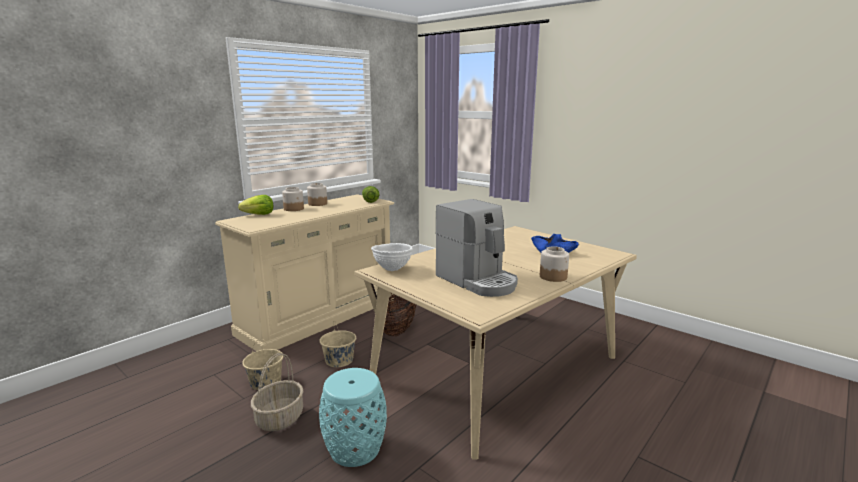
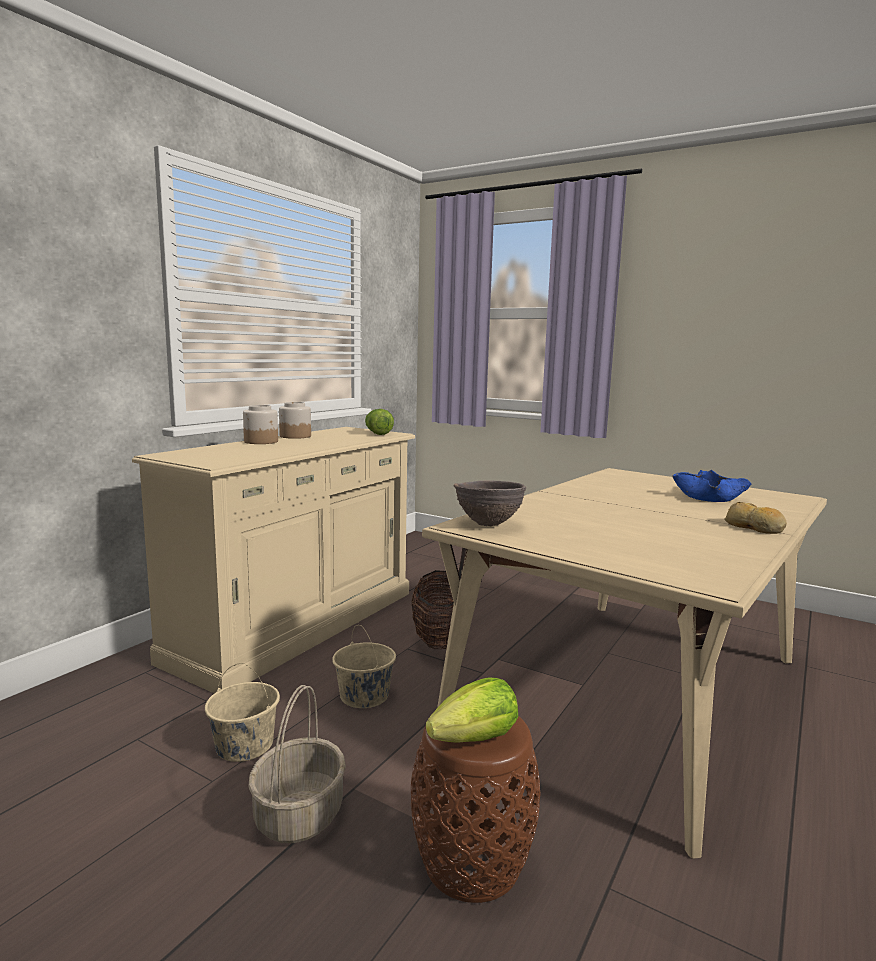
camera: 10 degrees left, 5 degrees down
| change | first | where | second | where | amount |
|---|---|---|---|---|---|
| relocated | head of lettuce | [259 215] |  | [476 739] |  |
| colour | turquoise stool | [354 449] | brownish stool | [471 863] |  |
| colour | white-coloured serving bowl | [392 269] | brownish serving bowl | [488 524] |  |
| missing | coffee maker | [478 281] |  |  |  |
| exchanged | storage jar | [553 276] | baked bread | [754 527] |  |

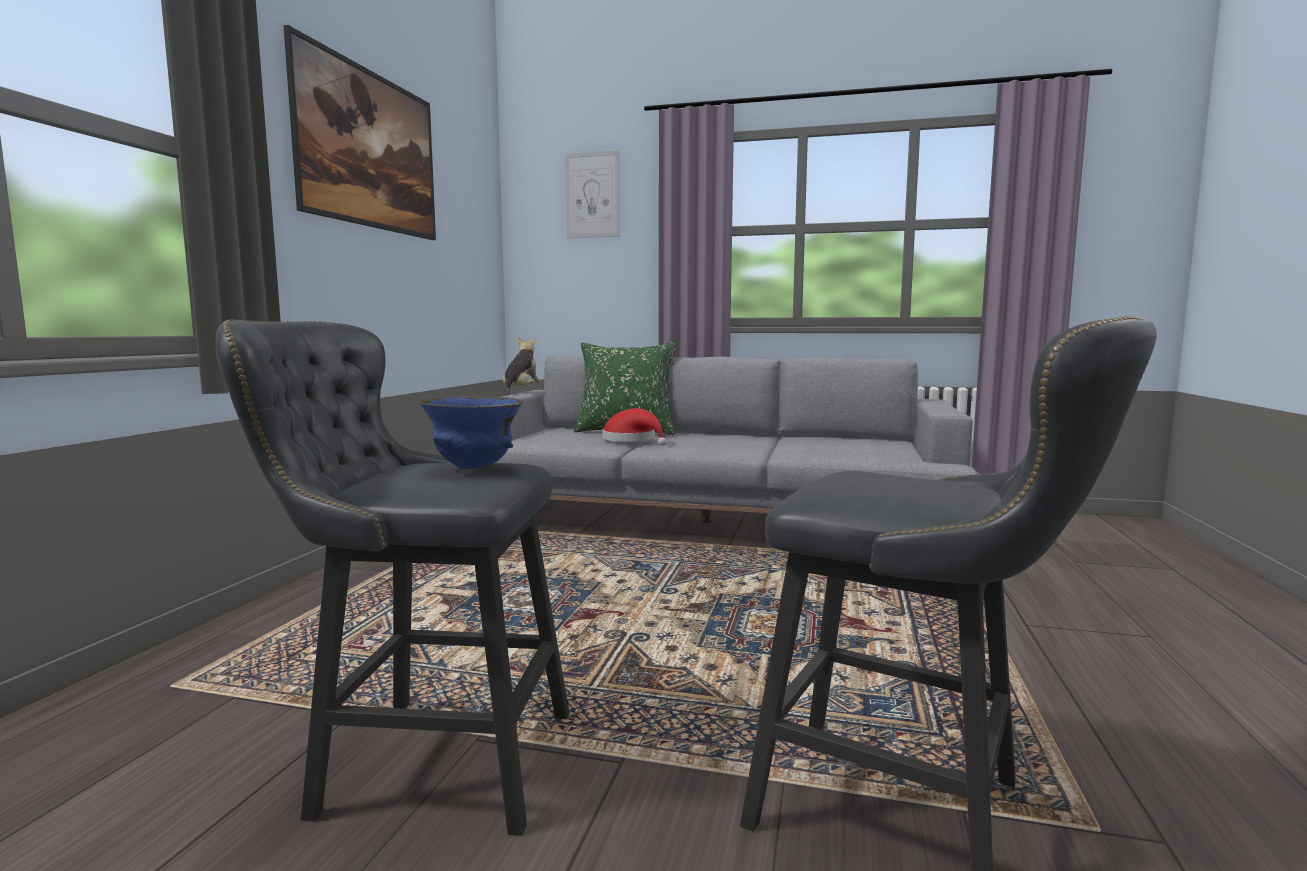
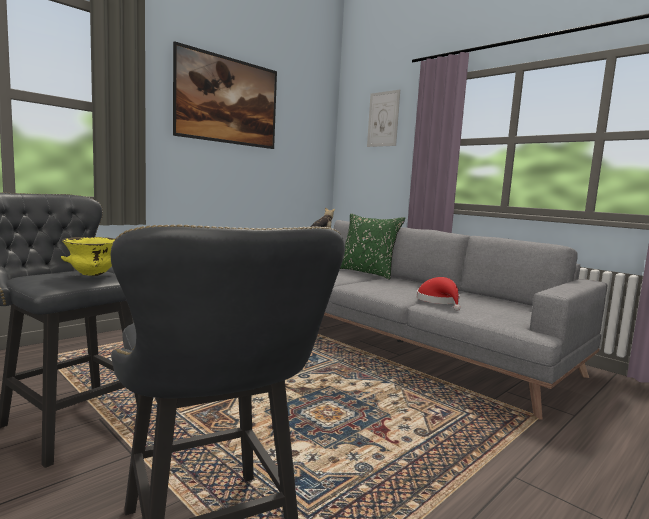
camera: 30 degrees right, 0 degrees up
| change | first | where | second | where | amount |
|---|---|---|---|---|---|
| colour | bluish serving bowl | [474 468] | yellow serving bowl | [92 275] |  |
| relocated | red-coloured hat | [632 440] |  | [439 301] |  |

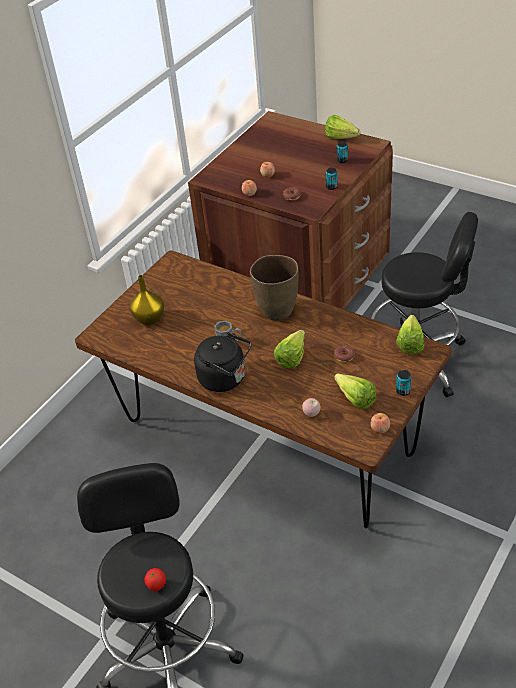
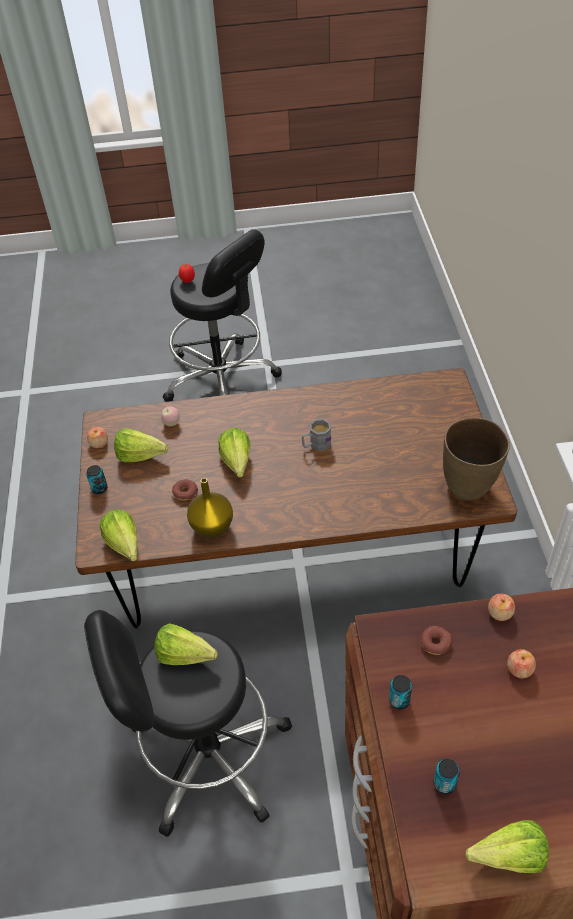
camera: 140 degrees right, 5 degrees up
| change | first | where | second | where | amount |
|---|---|---|---|---|---|
| relocated | yellow flower vase | [149 319] |  | [212 526] |  |
| missing | black-coloured water kettle | [225 379] |  |  |  |
| relocated | brownish flower vase | [277 311] |  | [468 487] |  |
| appeared |  |  | head of lettuce | [189 658] |  |

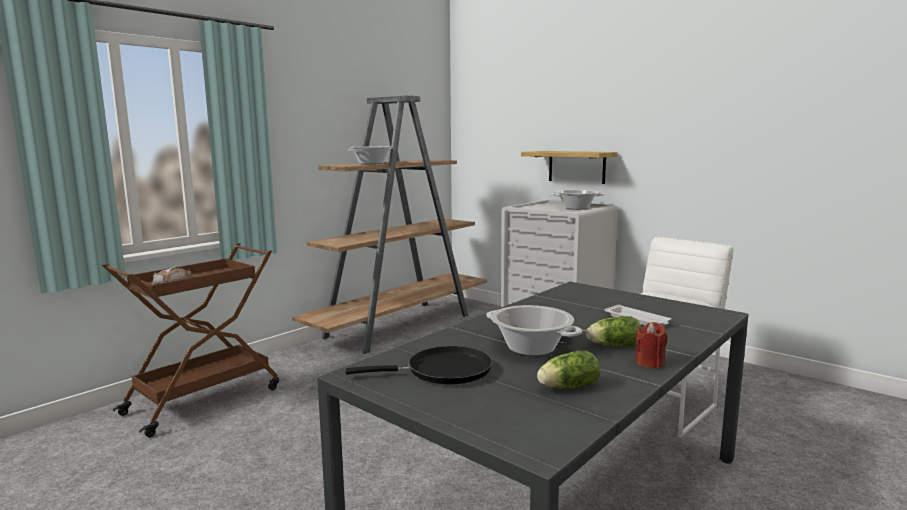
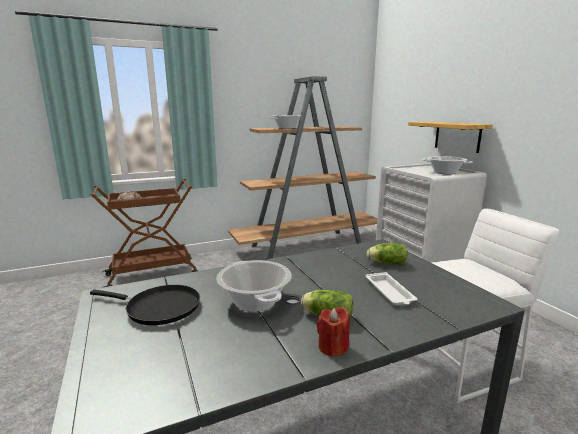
camera: 25 degrees right, 5 degrees up
| change | first | where | second | where | amount |
|---|---|---|---|---|---|
| relocated | head of lettuce | [566 387] |  | [385 263] |  |

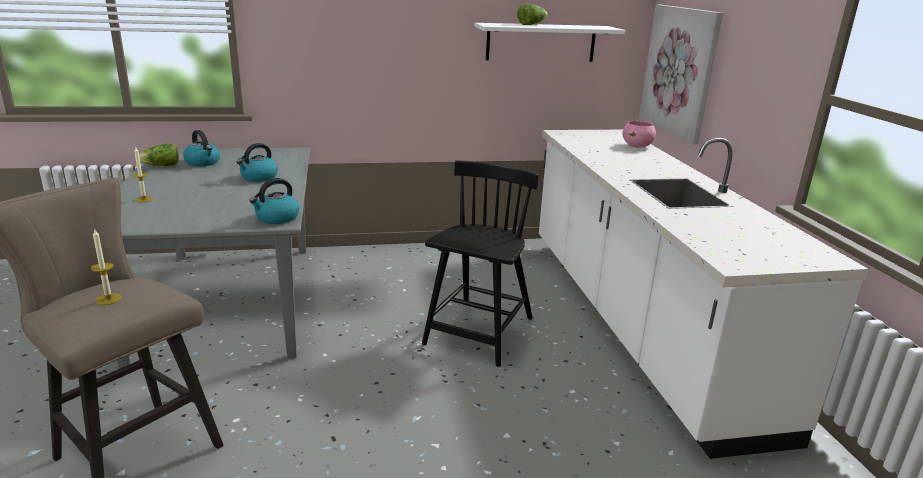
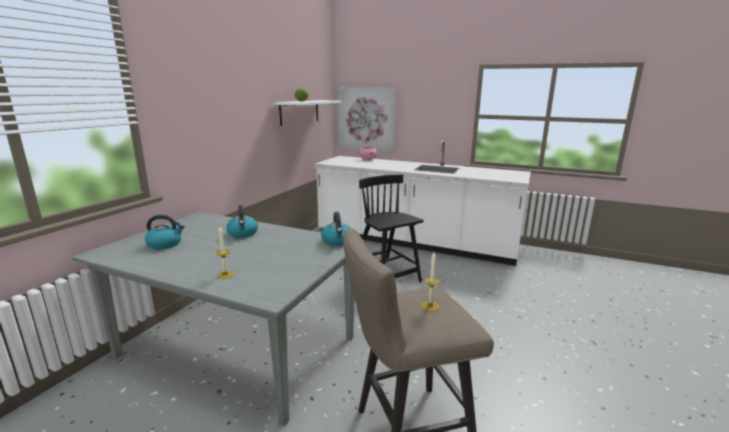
camera: 55 degrees left, 5 degrees down
| change | first | where | second | where | amount |
|---|---|---|---|---|---|
| missing | head of lettuce | [161 166] |  |  |  |

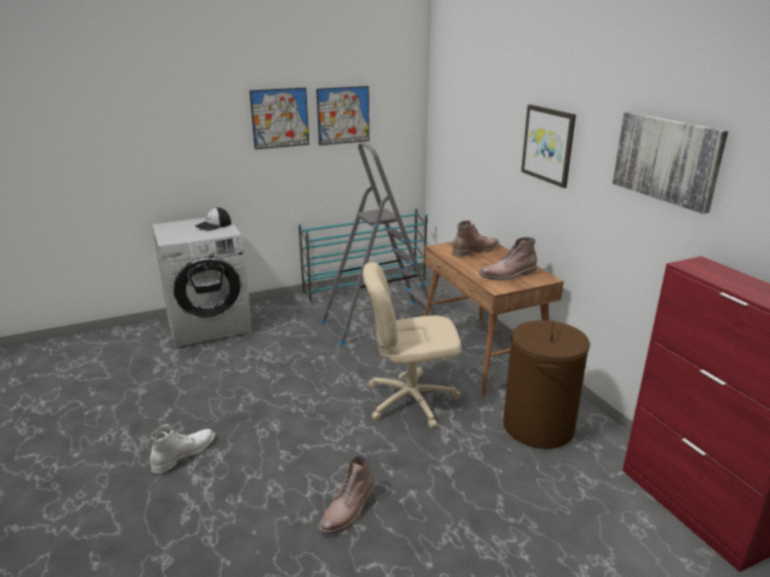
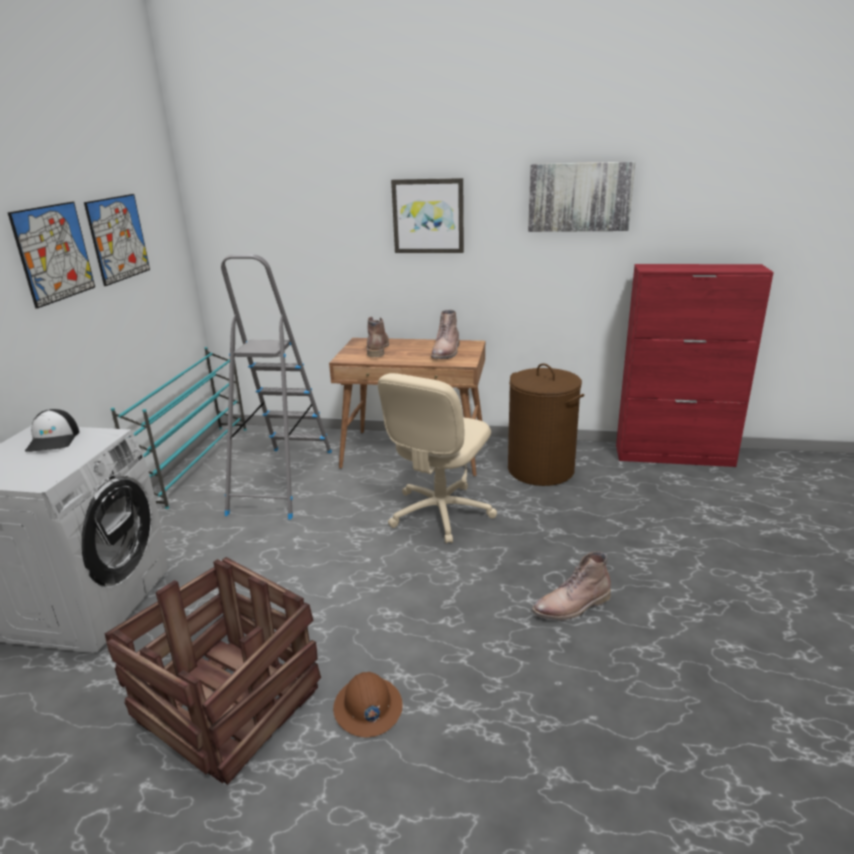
camera: 55 degrees left, 0 degrees up
| change | first | where | second | where | amount |
|---|---|---|---|---|---|
| exchanged | white-coloured high-top boot | [184 453] | brownish safety helmet | [367 708] |  |
| spun | brownish high-top boot | [348 511] |  | [572 606] | 90 degrees clockwise |
| appeared |  |  | shipping crate | [227 704] |  |

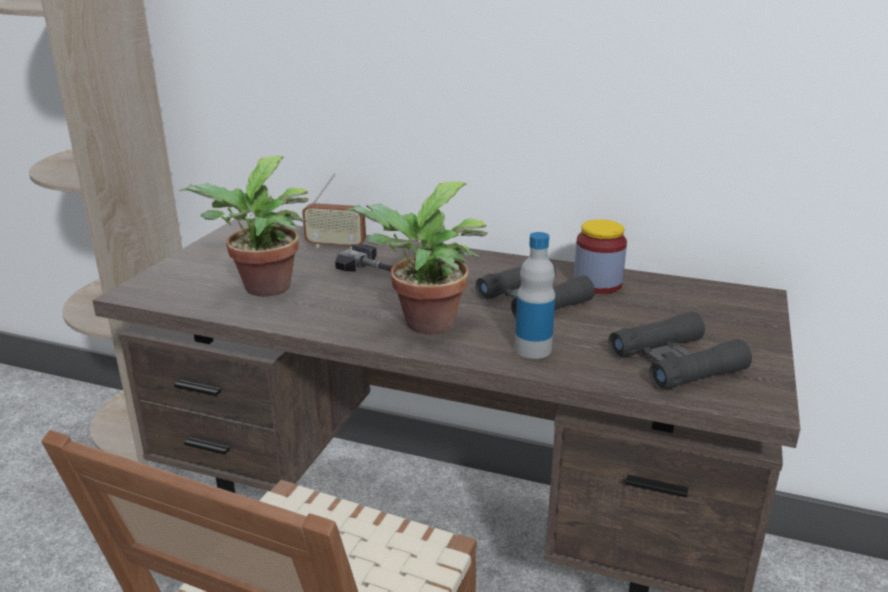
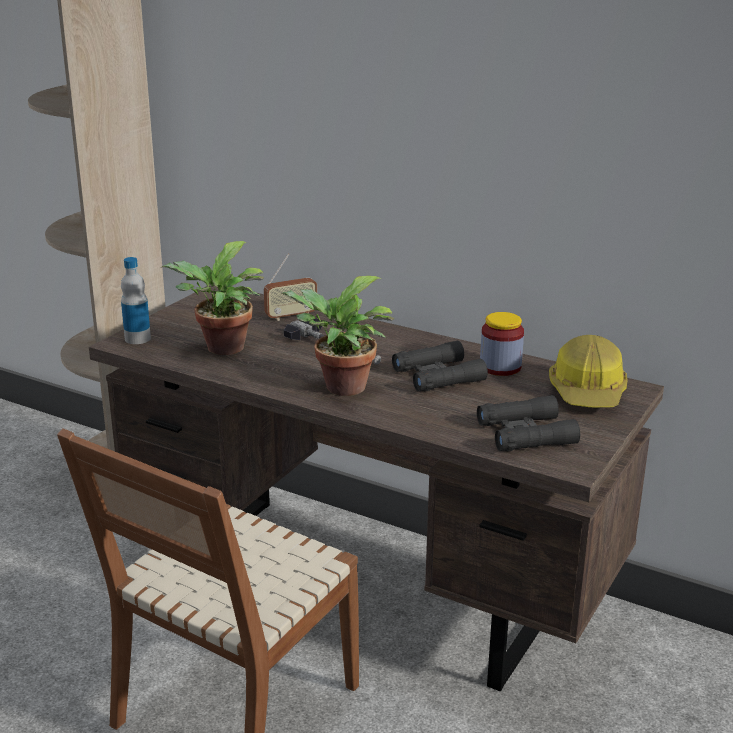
camera: 10 degrees right, 0 degrees up
| change | first | where | second | where | amount |
|---|---|---|---|---|---|
| spun | radio receiver | [336 246] |  | [291 316] | 45 degrees counterclockwise |
| relocated | bottle | [533 349] |  | [137 339] |  |
| appeared |  |  | safety helmet | [588 392] |  |

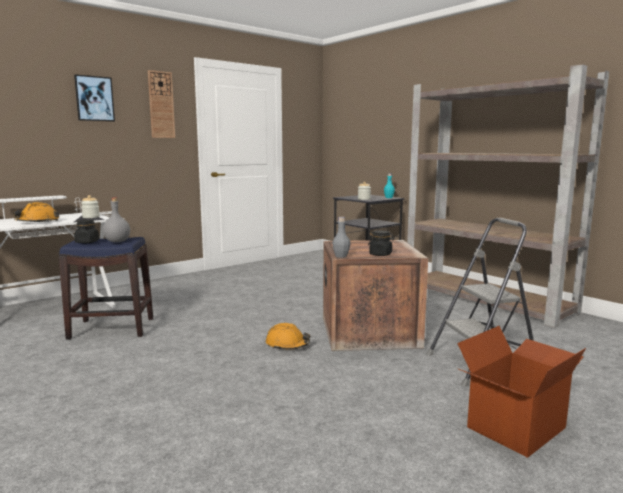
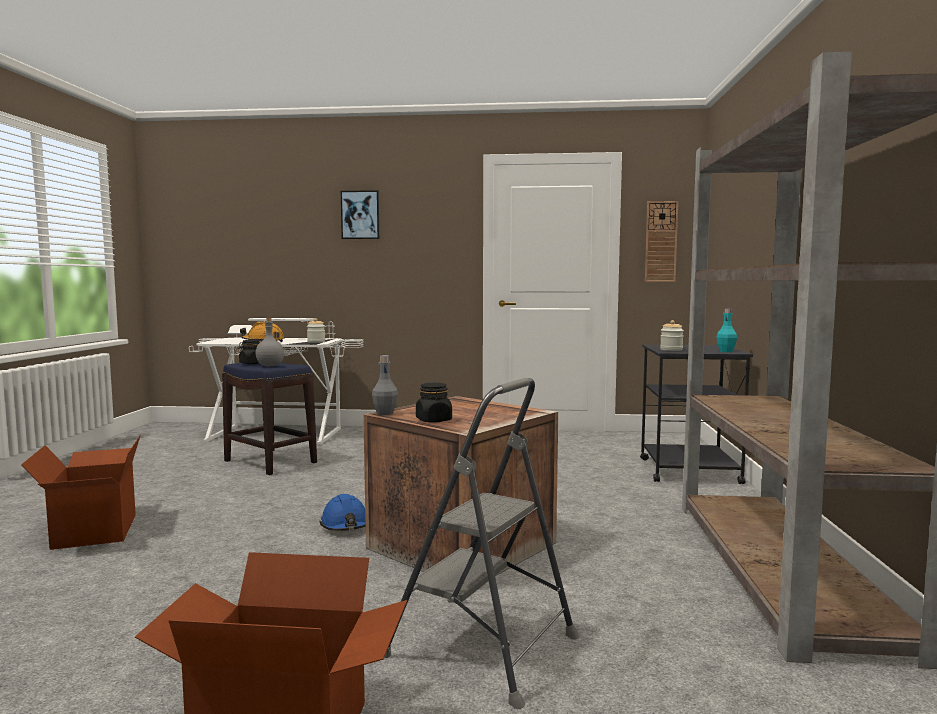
camera: 45 degrees right, 5 degrees down
| change | first | where | second | where | amount |
|---|---|---|---|---|---|
| relocated | hanging clock | [161 105] |  | [661 241] |  |
| colour | orange safety helmet | [287 345] | bluish safety helmet | [345 525] |  |
| appeared |  |  | packing box | [93 531] |  |

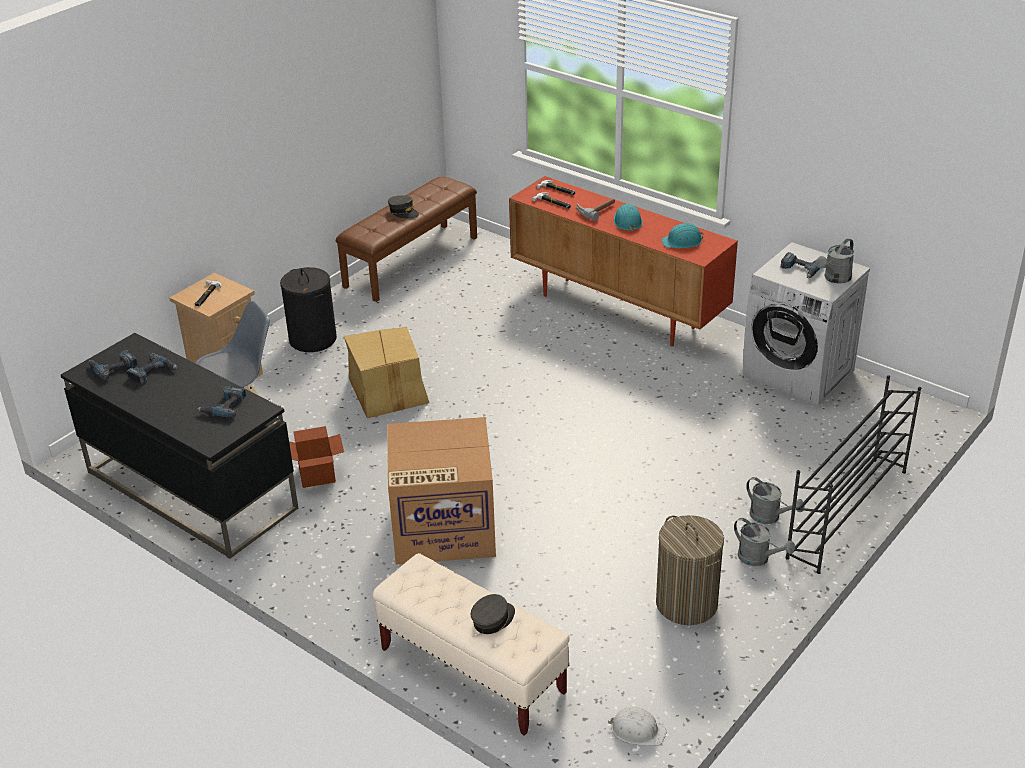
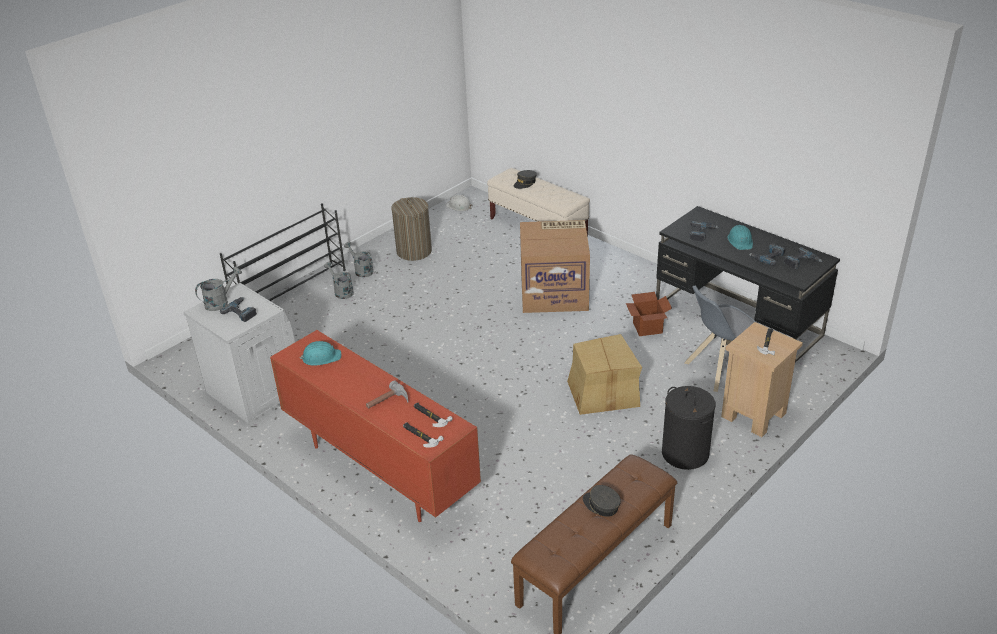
camera: 175 degrees left, 0 degrees up
| change | first | where | second | where | amount |
|---|---|---|---|---|---|
| relocated | turquoise safety helmet | [627 221] |  | [740 241] |  |

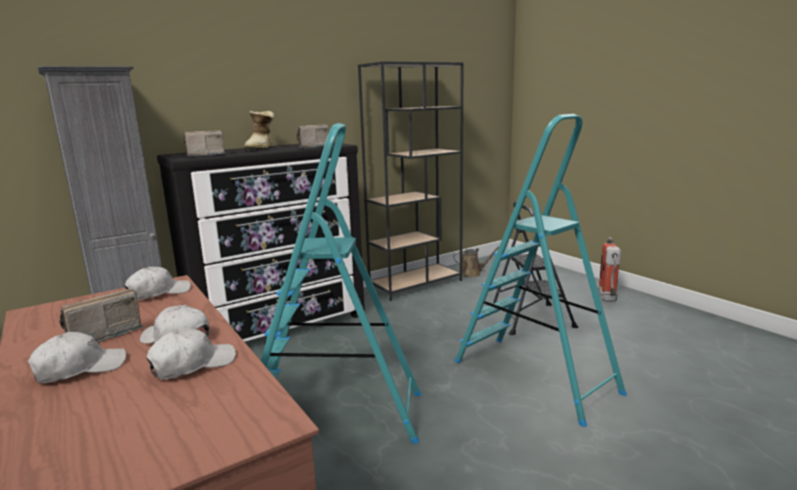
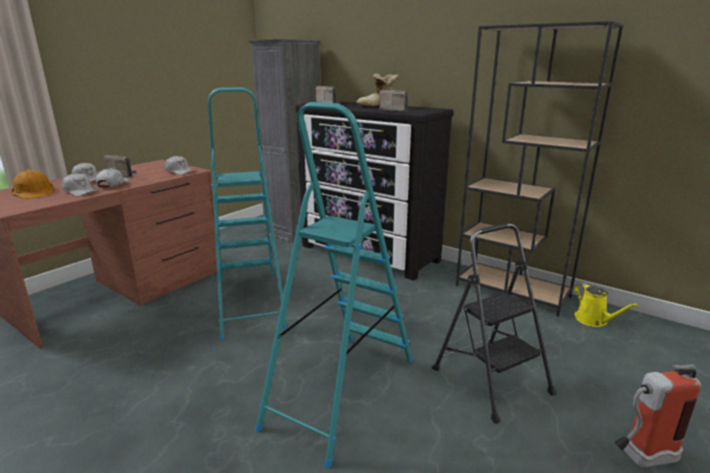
camera: 70 degrees right, 5 degrees up
| change | first | where | second | where | amount |
|---|---|---|---|---|---|
| colour | brownish watering can | [472 273] | yellow watering can | [593 320] |  |
| appeared |  |  | orange safety helmet | [34 192] |  |

